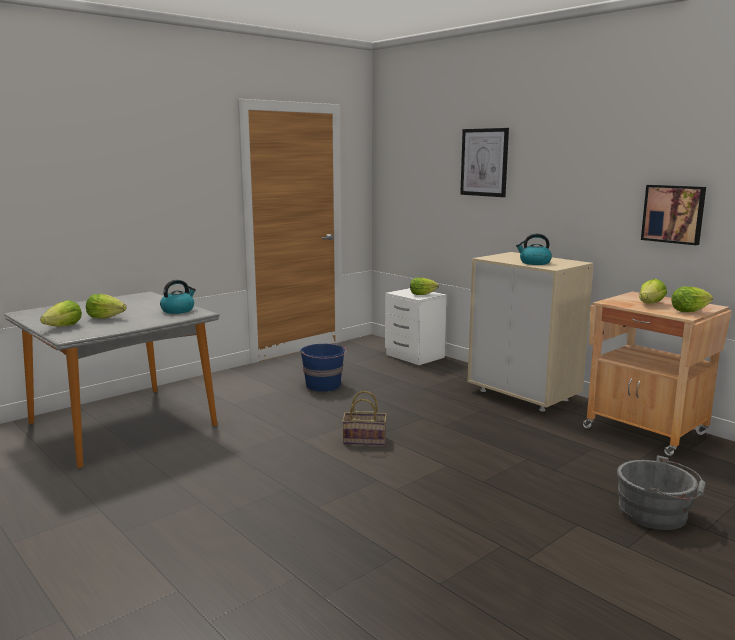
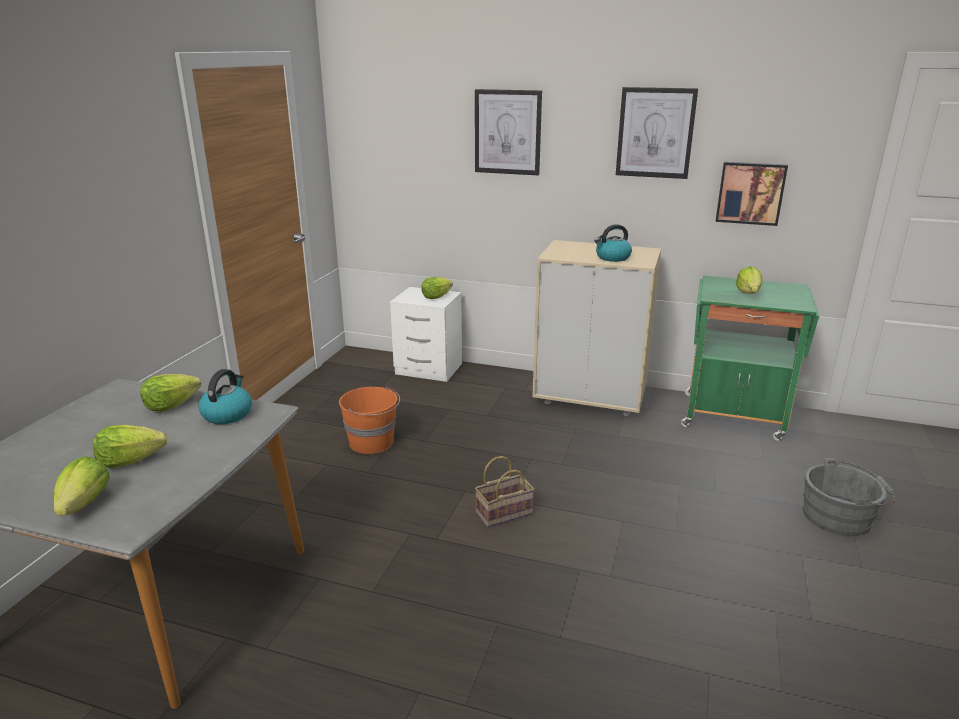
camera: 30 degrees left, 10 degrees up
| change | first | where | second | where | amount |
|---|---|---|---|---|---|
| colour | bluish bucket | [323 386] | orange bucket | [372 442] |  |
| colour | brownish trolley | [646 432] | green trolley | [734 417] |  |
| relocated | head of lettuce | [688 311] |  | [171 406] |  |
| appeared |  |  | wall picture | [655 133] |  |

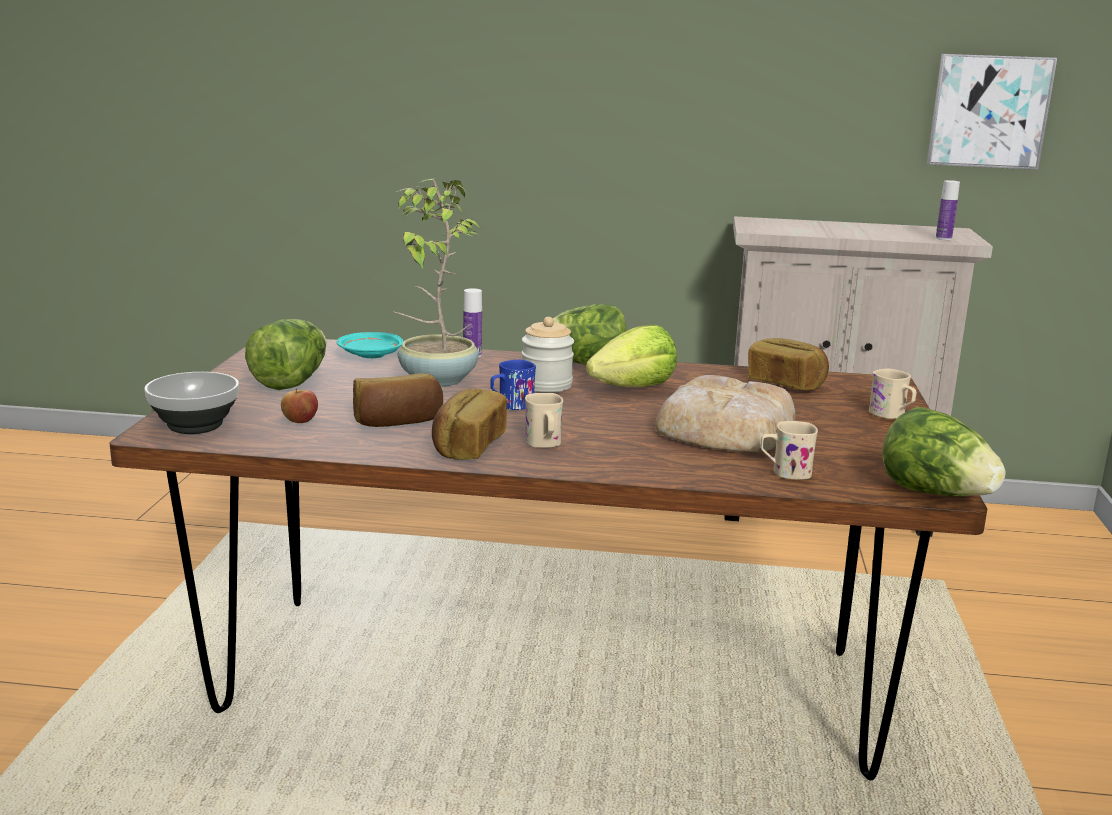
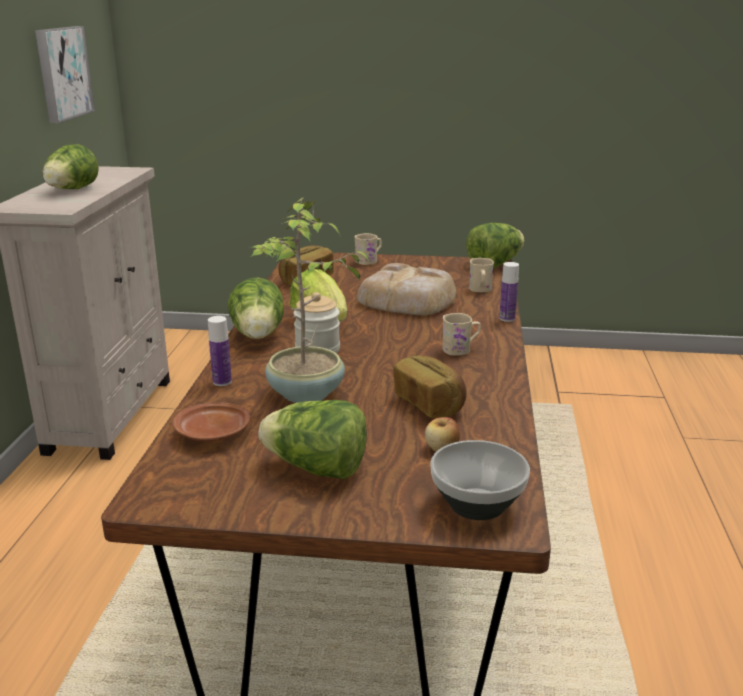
camera: 90 degrees left, 5 degrees up
| change | first | where | second | where | amount |
|---|---|---|---|---|---|
| colour | turquoise dinner plate | [370 355] | brownish dinner plate | [214 433] |  |
| missing | baked bread | [467 446] |  |  |  |
| missing | bluish coffee mug | [511 406] |  |  |  |
| relocated | bottle | [943 238] |  | [507 318] |  |
| appeared |  |  | head of lettuce | [72 190] |  |

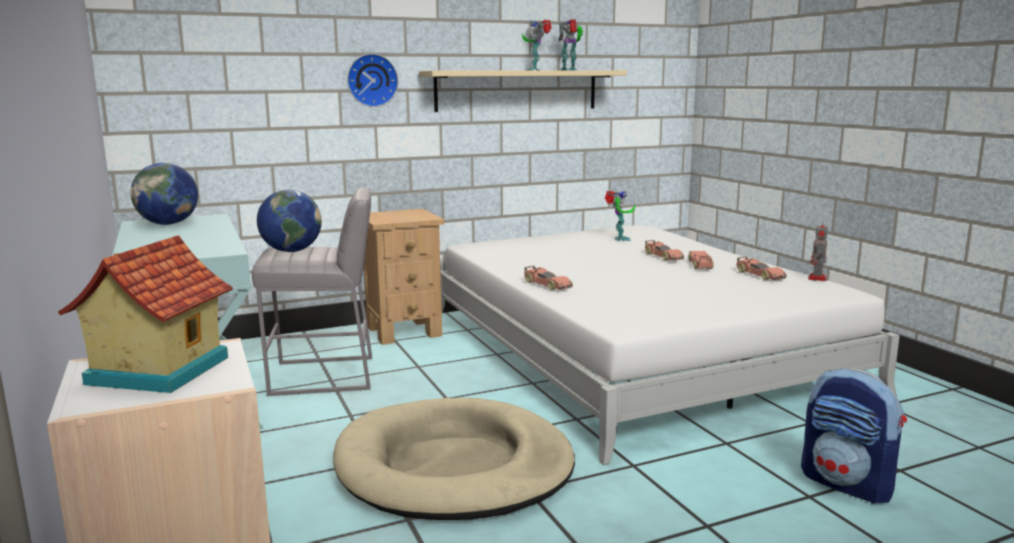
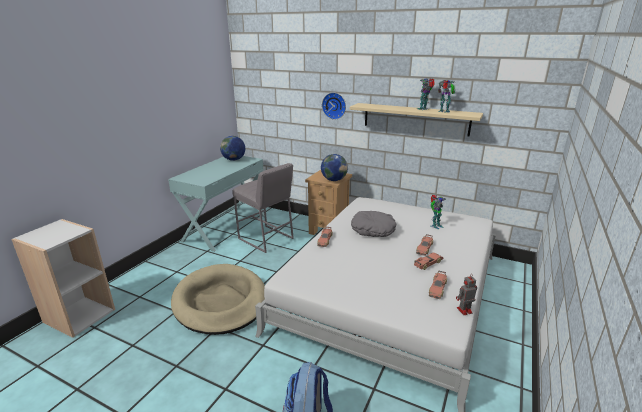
camera: 50 degrees right, 10 degrees up
| change | first | where | second | where | amount |
|---|---|---|---|---|---|
| missing | miniature house | [155 370] |  |  |  |
| relocated | globe | [291 251] |  | [334 180] |  |
| appeared |  |  | greyish throw pillow | [373 230] |  |

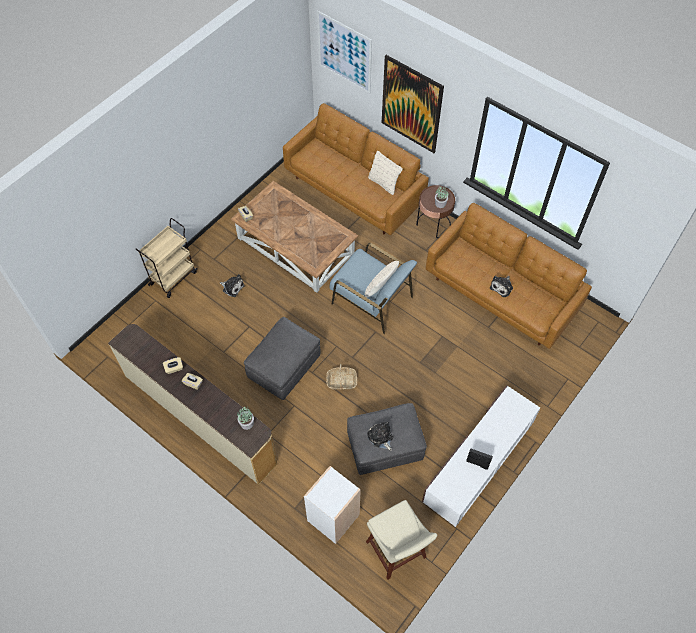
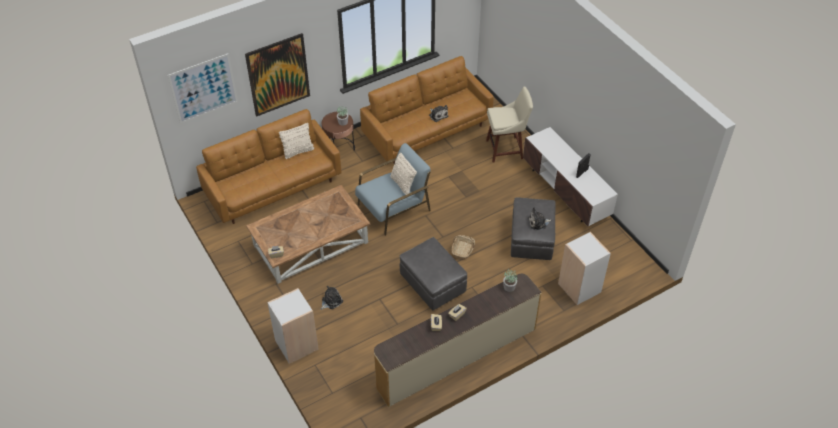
camera: 70 degrees left, 10 degrees down
| change | first | where | second | where | amount |
|---|---|---|---|---|---|
| exchanged | beige trolley | [174 278] | shelving unit | [296 344] |  |
| relocated | beige stool | [397 552] |  | [506 149] |  |

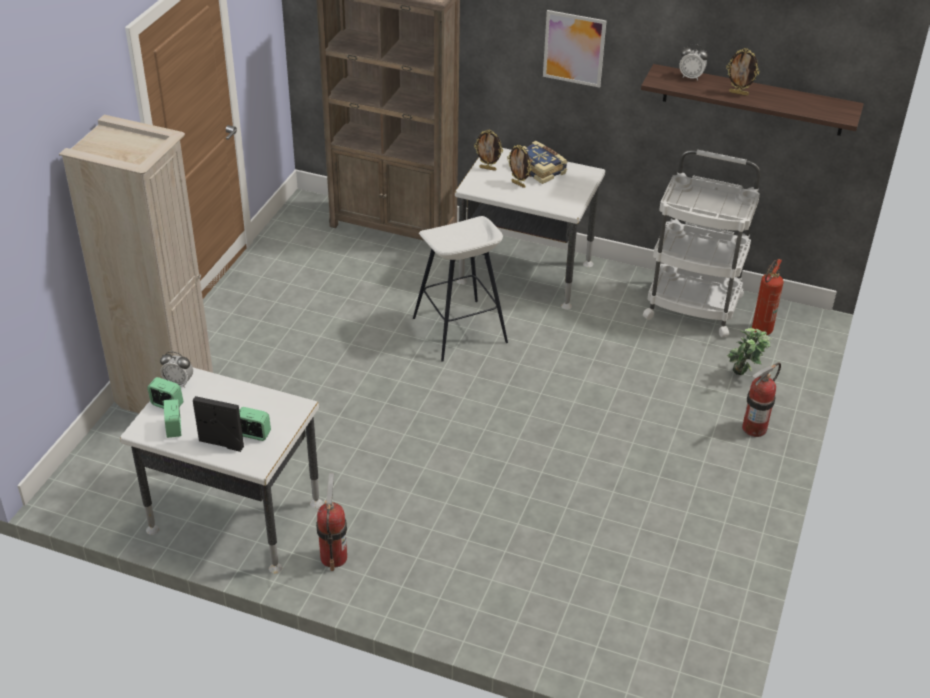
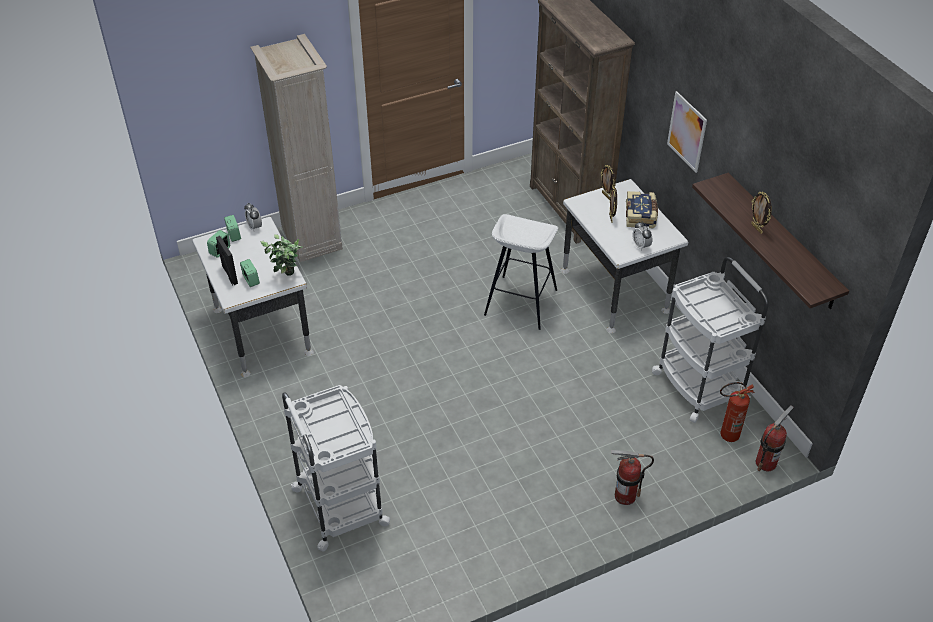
camera: 45 degrees right, 5 degrees up
| change | first | where | second | where | amount |
|---|---|---|---|---|---|
| relocated | fire extinguisher | [333 557] |  | [766 462] |  |
| relocated | bedside clock | [691 77] |  | [641 246] |  |
| relocated | plant in a pot | [744 376] |  | [287 277] |  |
| appeared |  |  | white-coloured trolley | [341 506] |  |

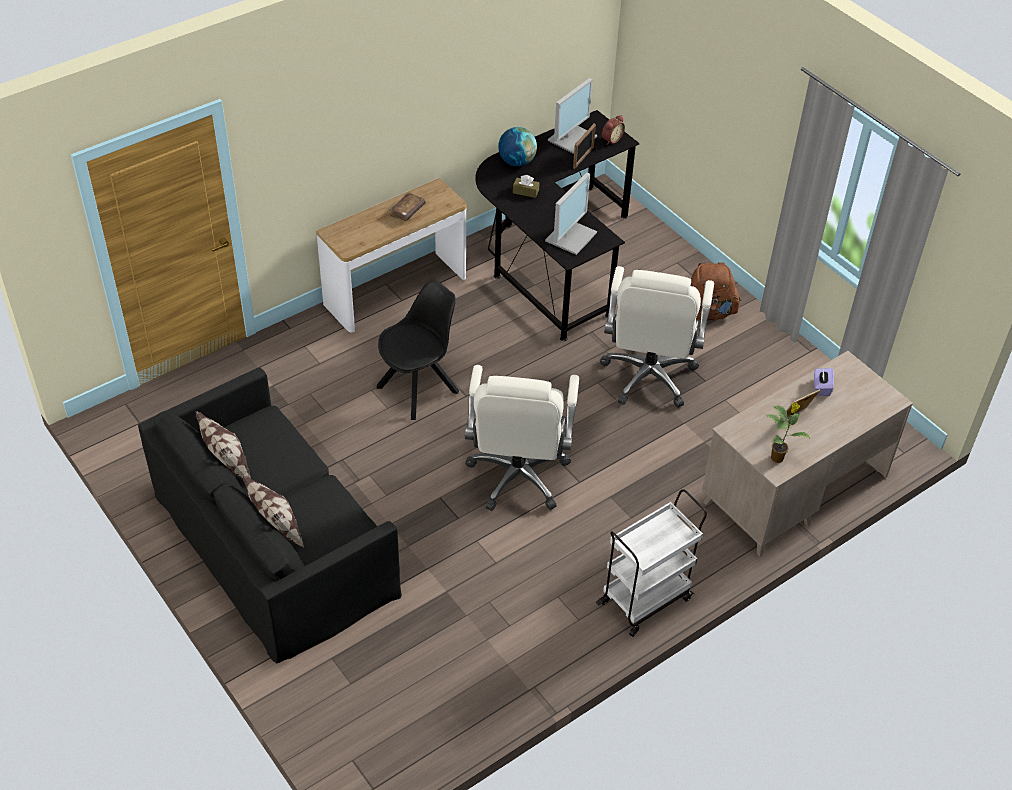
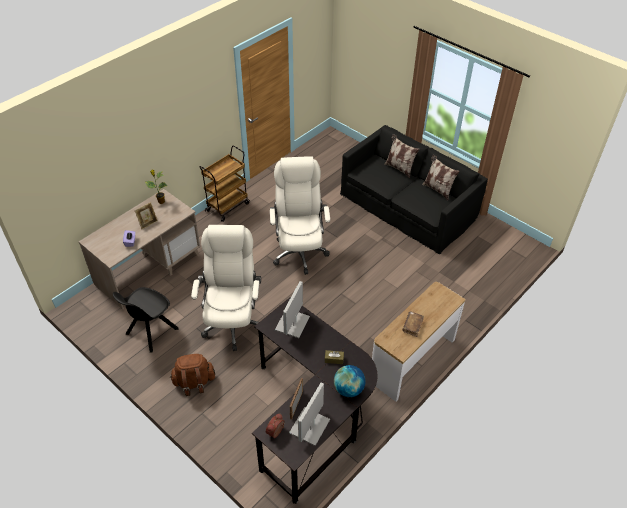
camera: 170 degrees right, 0 degrees up
| change | first | where | second | where | amount |
|---|---|---|---|---|---|
| relocated | black-coloured plain chair | [419 389] |  | [151 332] |  |
| colour | white-coloured trolley | [644 602] | brownish trolley | [228 207] |  |

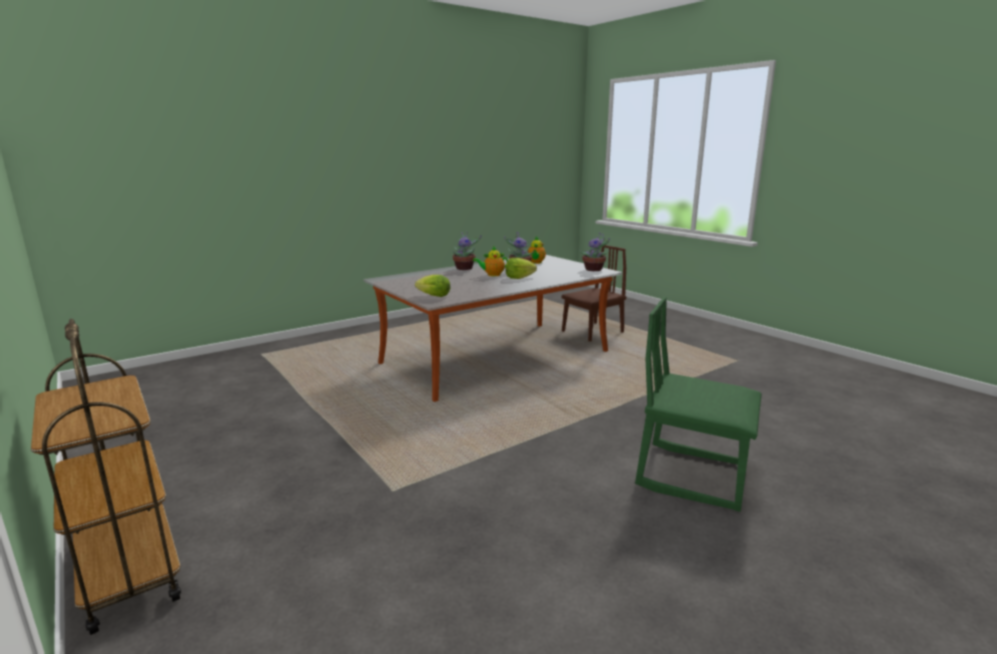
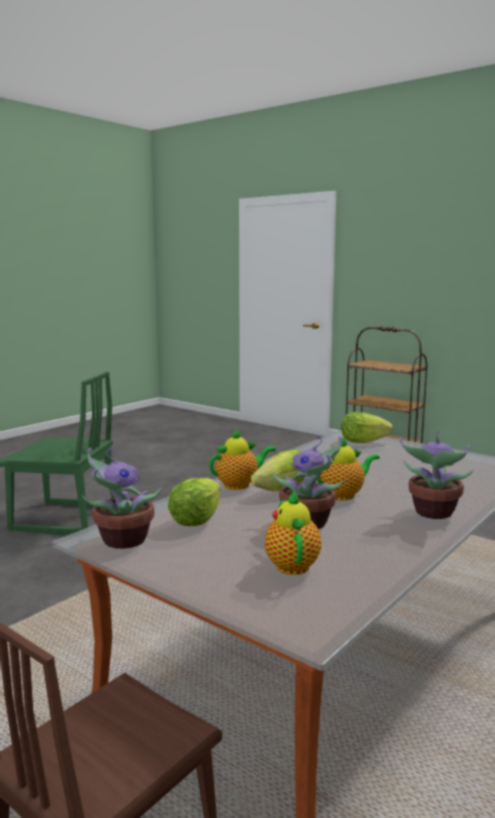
camera: 165 degrees right, 5 degrees down
| change | first | where | second | where | amount |
|---|---|---|---|---|---|
| appeared |  |  | head of lettuce | [196 520] |  |
| appeared |  |  | tea pot | [239 485] |  |

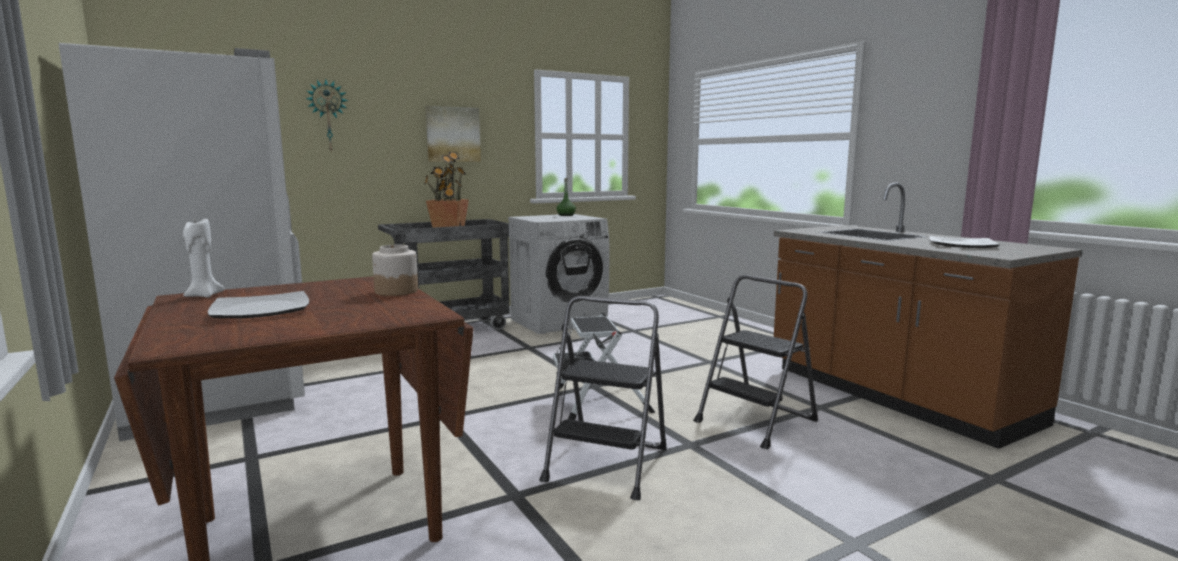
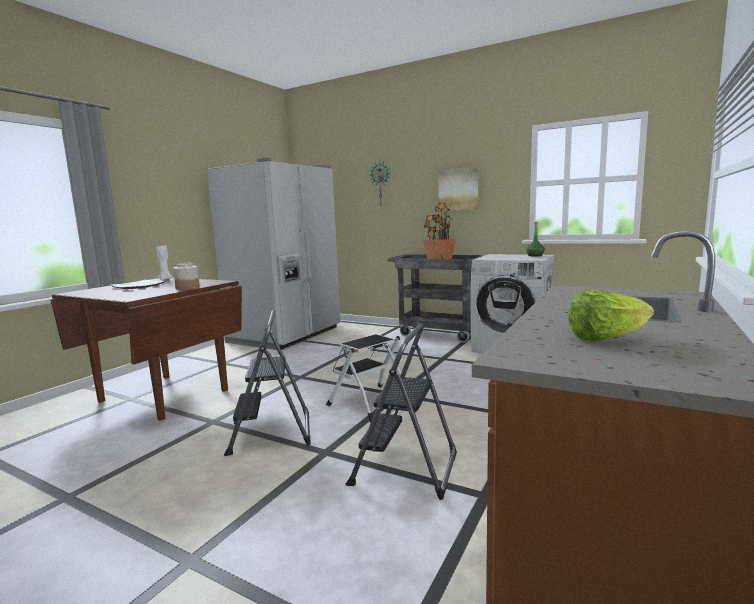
camera: 60 degrees right, 0 degrees up
| change | first | where | second | where | amount |
|---|---|---|---|---|---|
| exchanged | dinner plate | [962 245] | head of lettuce | [606 339] |  |

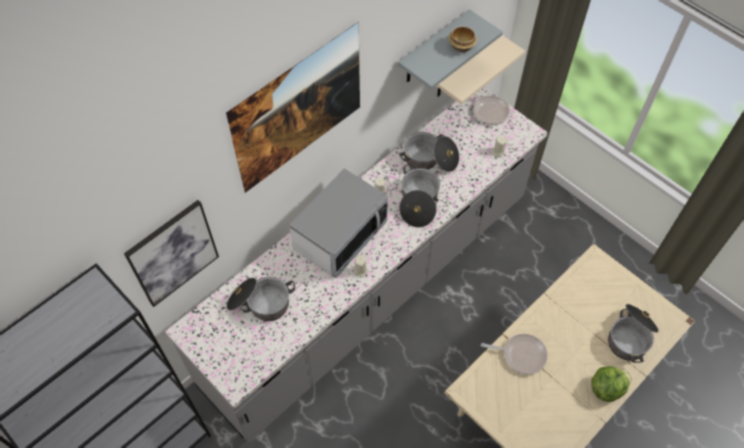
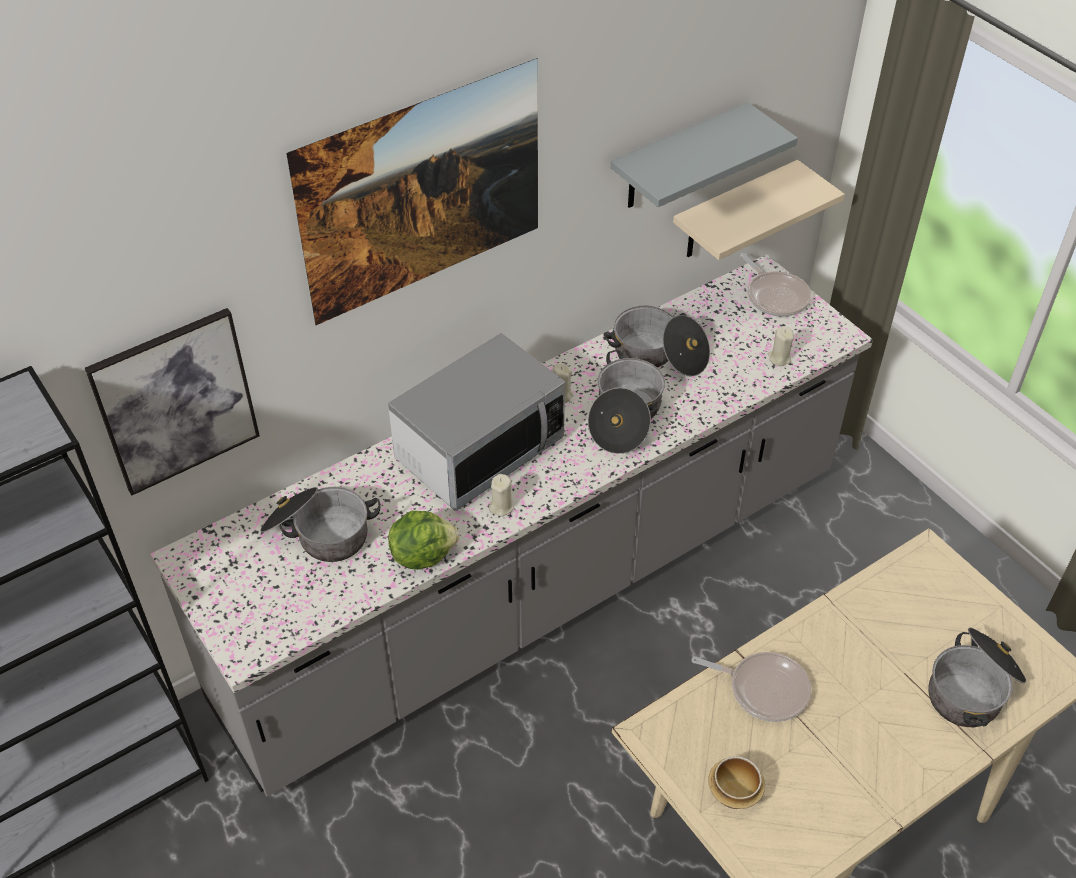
camera: 10 degrees right, 10 degrees down
| change | first | where | second | where | amount |
|---|---|---|---|---|---|
| relocated | serving bowl | [461 46] |  | [733 792] |  |
| relocated | head of lettuce | [606 388] |  | [422 554] |  |

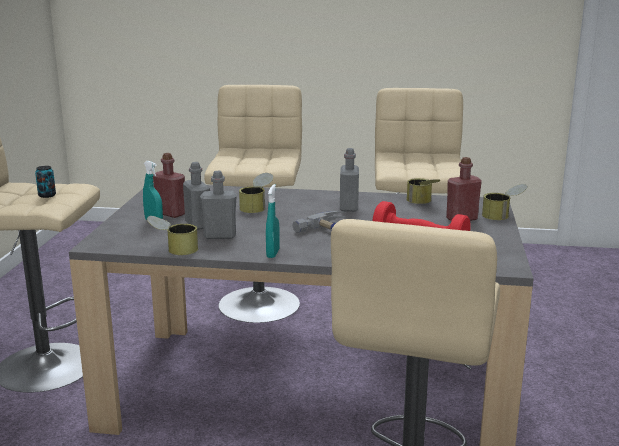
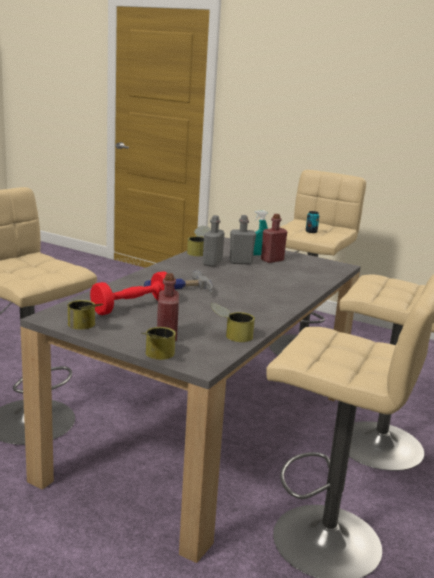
camera: 110 degrees right, 0 degrees up
| change | first | where | second | where | amount |
|---|---|---|---|---|---|
| relocated | metal can | [257 206] |  | [85 327] |  |
| missing | turquoise hand sprayer | [273 253] |  |  |  |
| missing | greyish bottle | [348 207] |  |  |  |

